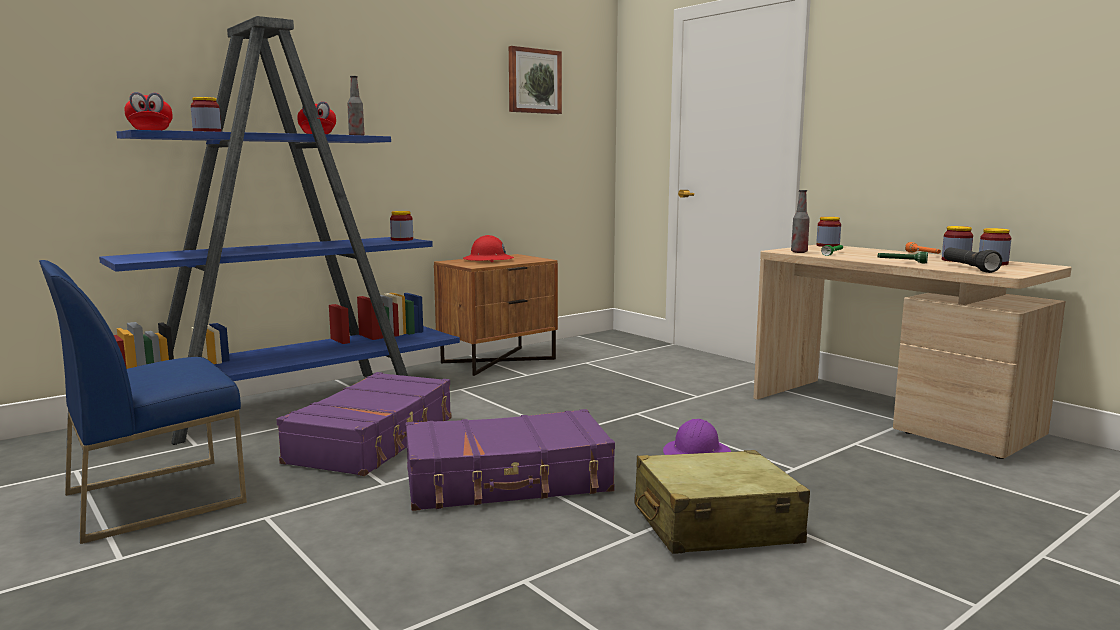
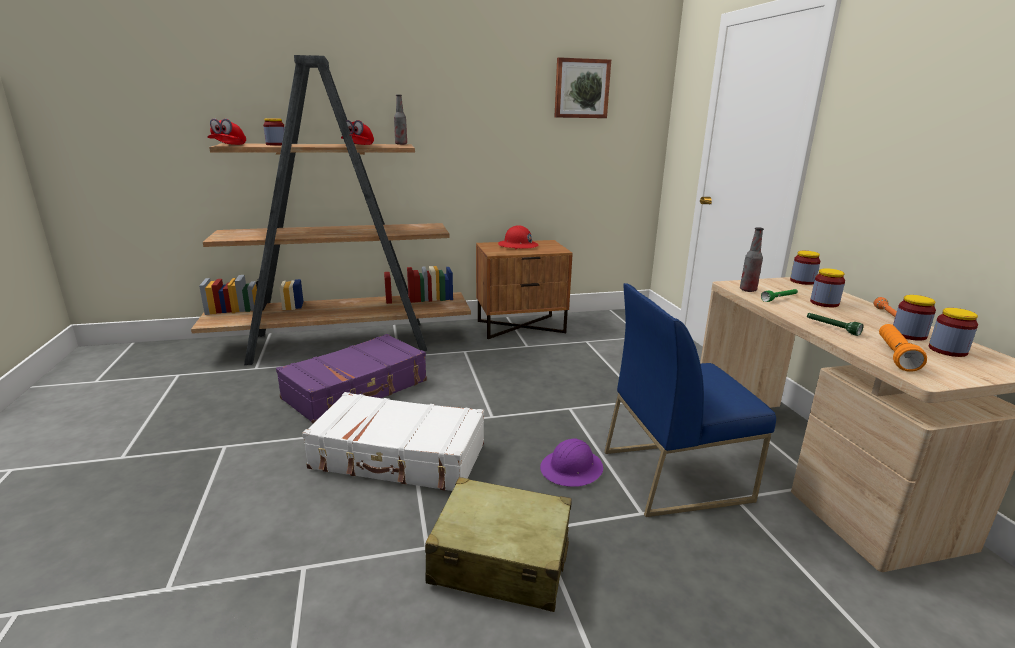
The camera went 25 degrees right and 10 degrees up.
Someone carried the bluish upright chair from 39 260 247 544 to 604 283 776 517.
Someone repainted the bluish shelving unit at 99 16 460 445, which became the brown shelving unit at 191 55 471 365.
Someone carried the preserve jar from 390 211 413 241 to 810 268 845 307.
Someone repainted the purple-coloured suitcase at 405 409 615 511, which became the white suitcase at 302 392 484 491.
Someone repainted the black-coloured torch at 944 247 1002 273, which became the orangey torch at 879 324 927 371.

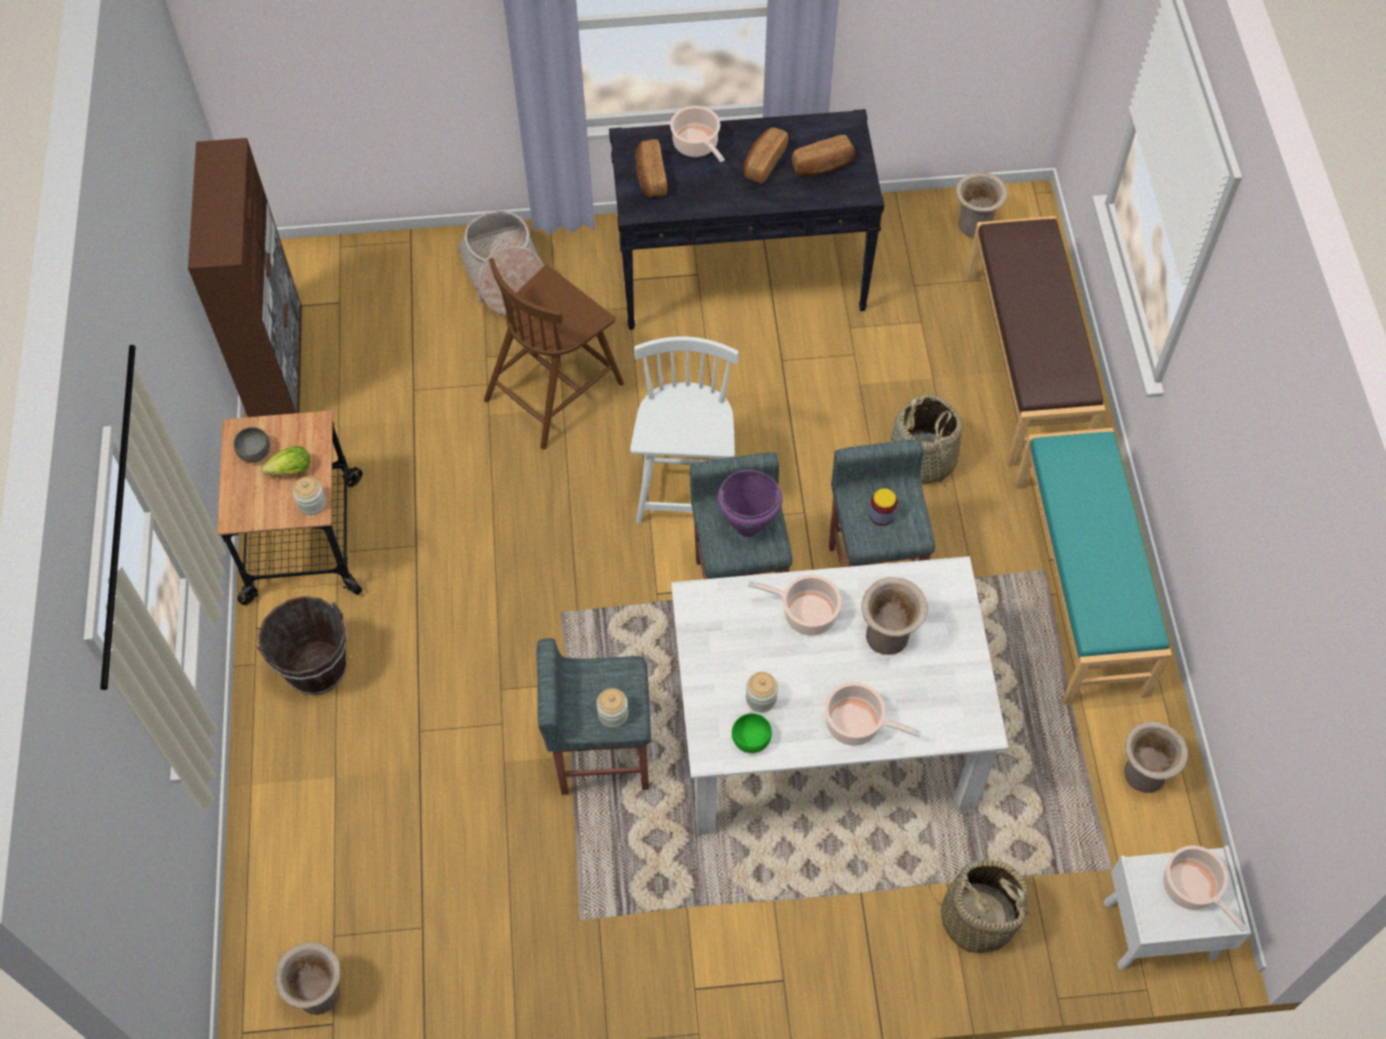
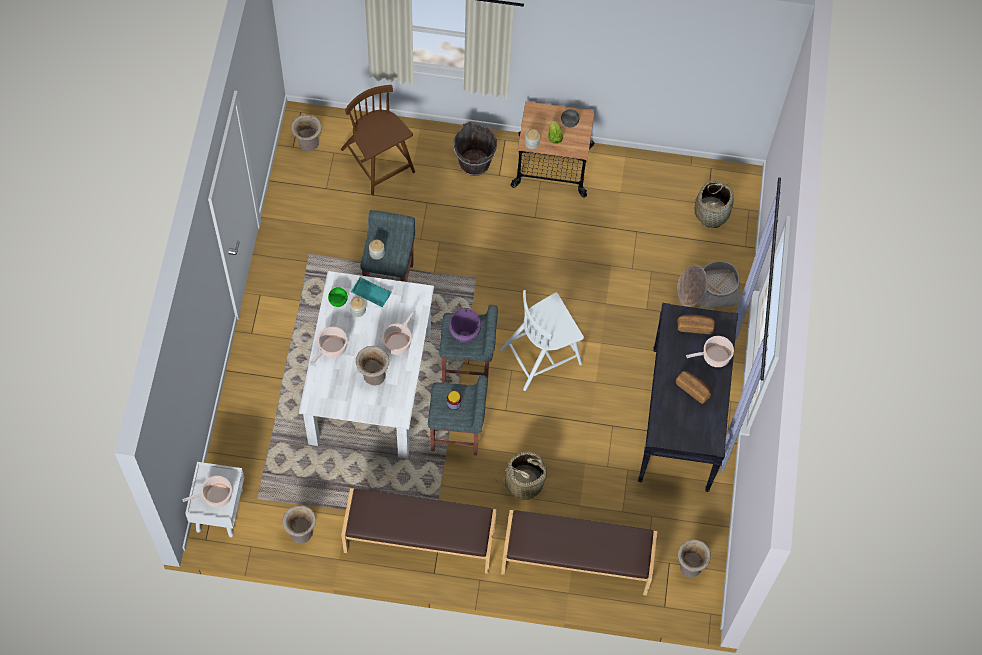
The camera went 100 degrees right and 5 degrees up.
Someone took away the brown storage cabinet at 188 138 302 417.
Someone carried the brown upright chair from 484 258 624 450 to 341 85 415 195.
Someone rotated the white upright chair at 630 336 739 524 by 135 degrees clockwise.
Someone took away the bakery bread at 792 135 855 177.
Someone carried the basket from 929 860 1030 953 to 695 181 734 228.
Someone repainted the turquoise-coloured long seat at 1015 428 1172 705, which became the brown long seat at 341 488 497 574.
Someone put down the turquoise-coloured carrying tray at 351 277 391 307.

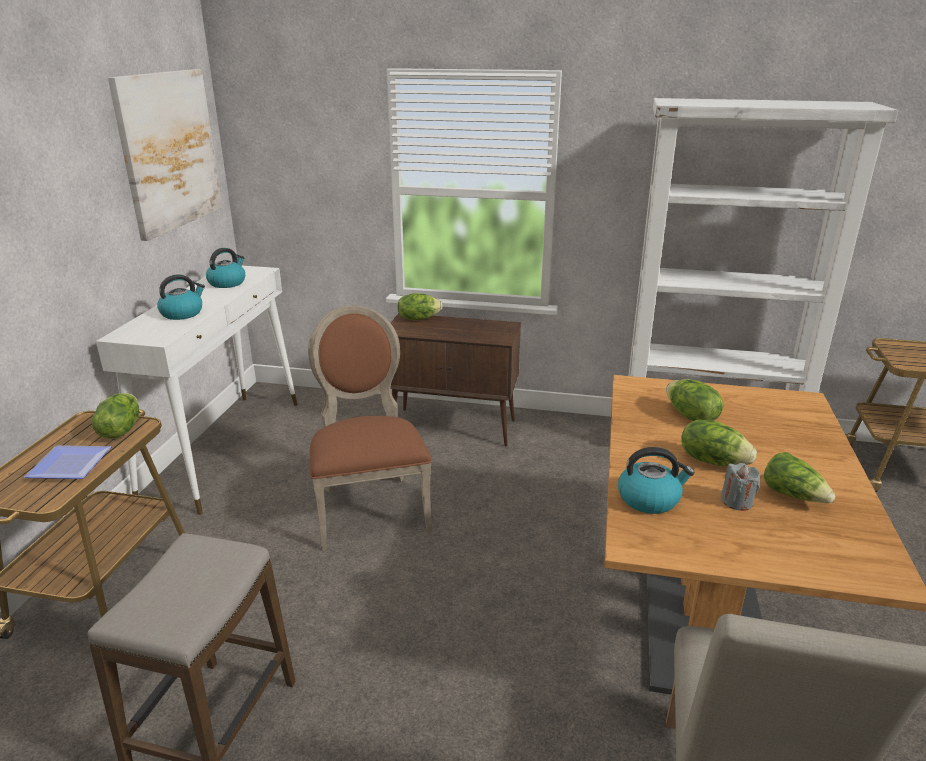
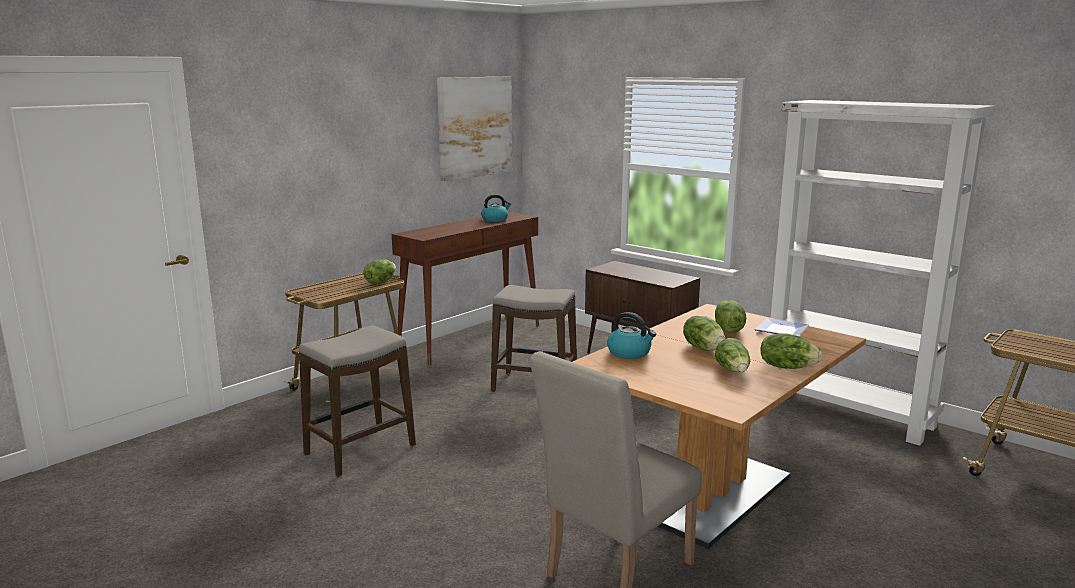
The camera went 30 degrees right and 10 degrees down.
Someone carried the plate from 24 445 111 479 to 754 318 809 336.
Someone repainted the white narrow table at 96 266 298 515, which became the brown narrow table at 392 212 539 366.
Someone took away the water kettle at 157 274 205 320.
Someone swapped the brown upright chair at 308 305 433 551 for the stool at 491 285 577 392.
Someone carried the lettuce from 398 293 443 320 to 760 333 822 369.
Someone took away the gray wax candle at 721 463 760 511.

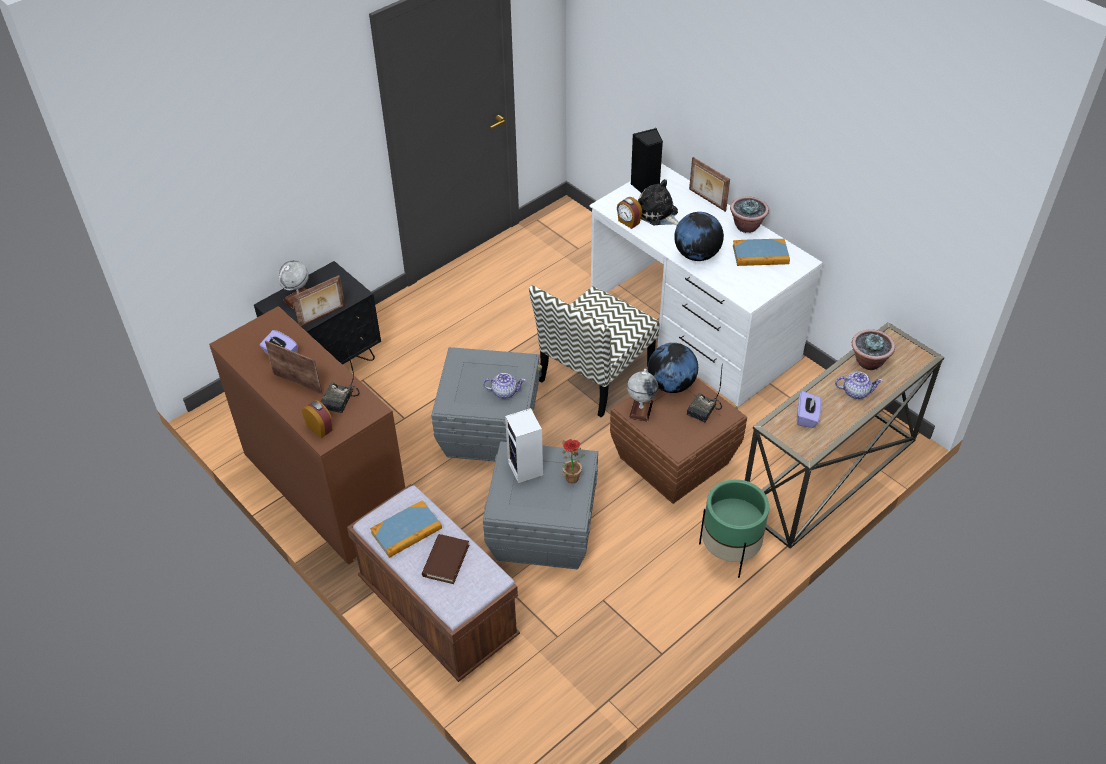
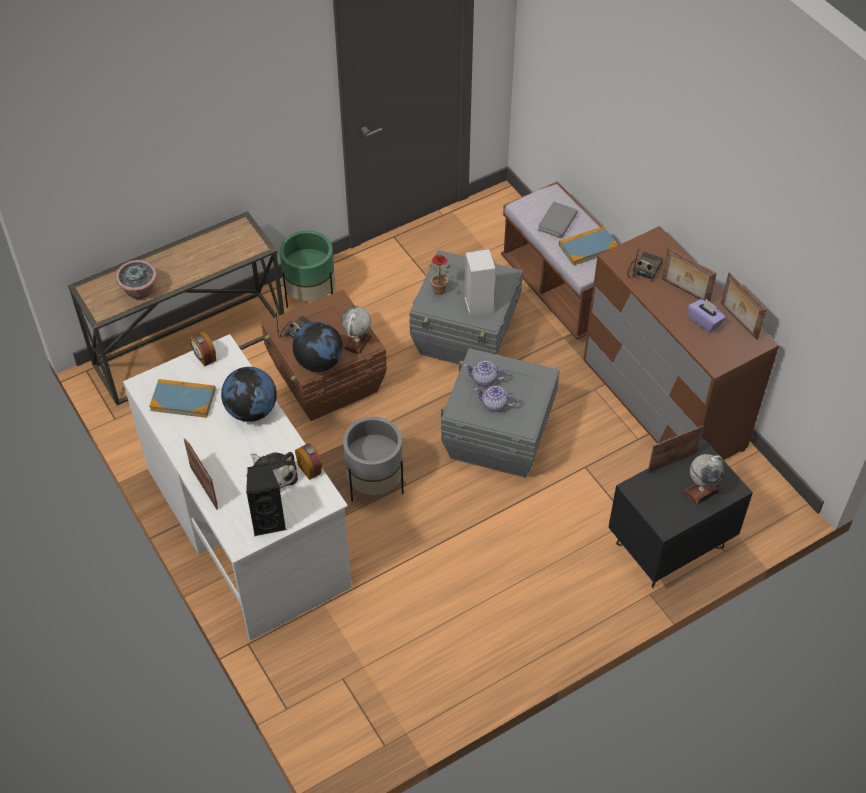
The camera went 170 degrees left and 5 degrees up.
Someone carried the bedside clock from 302 400 333 438 to 190 331 216 366.
Someone repainted the brown book at 422 534 469 584, which became the gray book at 538 202 578 238.
Someone swapped the upright chair at 529 285 659 418 for the gray flower pot at 343 417 403 502.
Someone took away the plant in a pot at 730 196 769 233.
Someone took away the purple-coloured box of tissues at 797 391 821 428.
Someone carried the teapot from 835 372 883 399 to 475 386 517 412.
Someone put down the photo frame at 721 273 766 340.

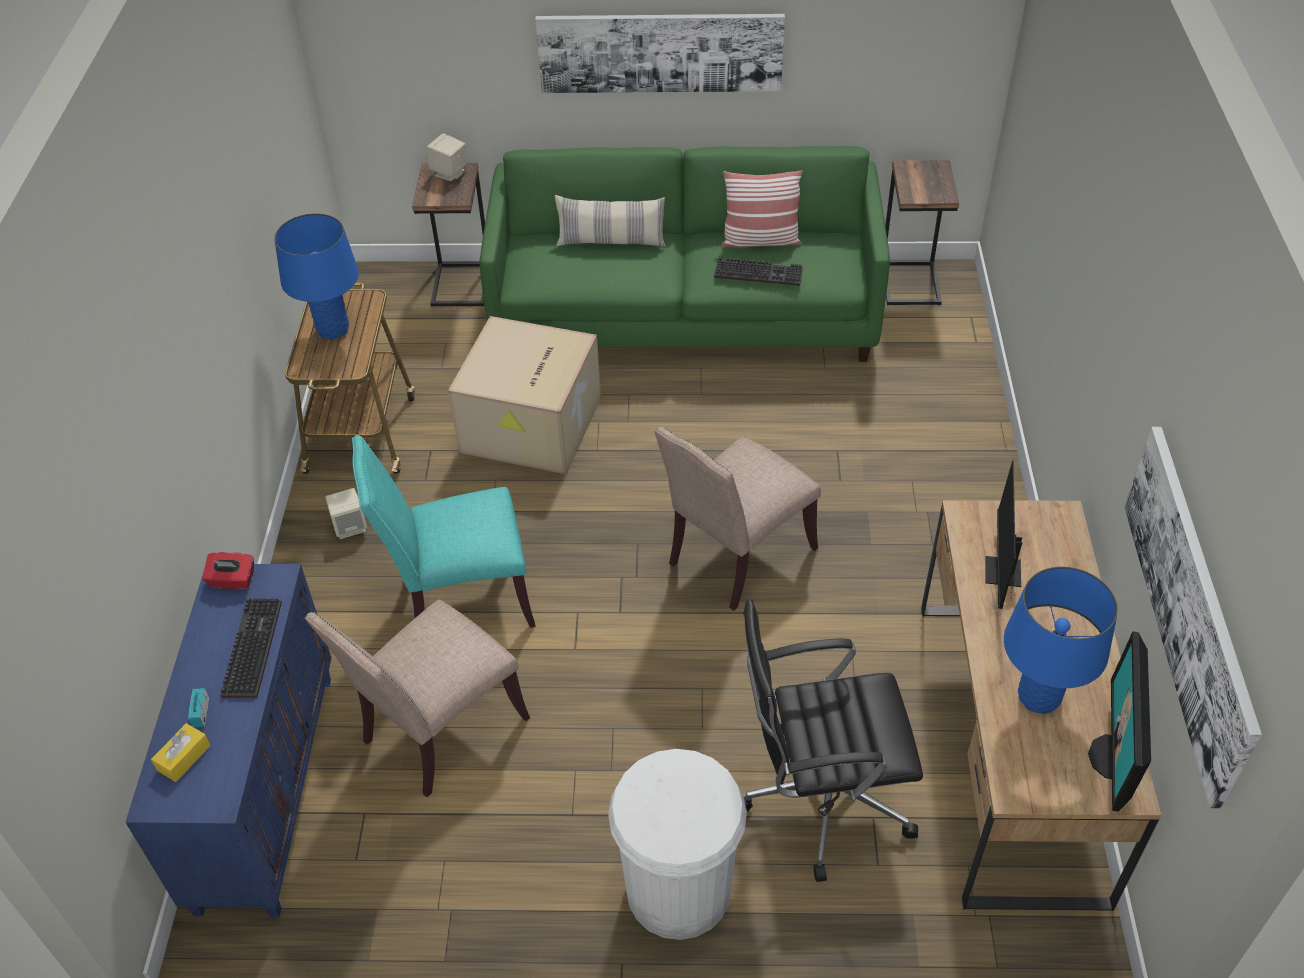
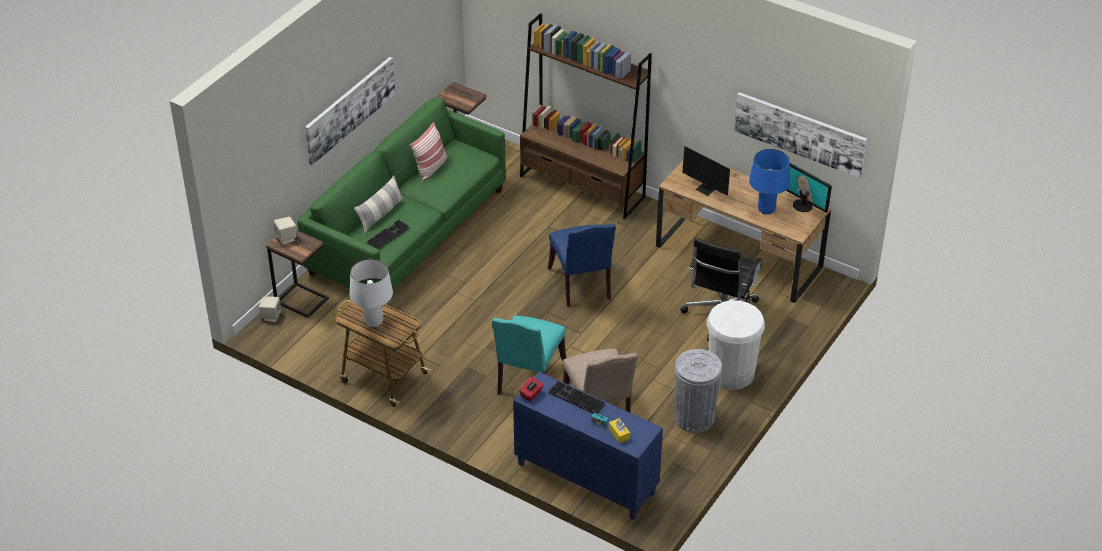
The camera went 60 degrees left and 5 degrees down.
Someone repainted the bluish table lamp at 274 213 359 339, which became the white table lamp at 350 259 393 327.
Someone carried the sand-coloured audio speaker from 325 488 367 539 to 259 296 282 322.
Someone took away the cardboard box at 448 316 601 474.
Someone repainted the sand-coloured upright chair at 655 427 821 611, which became the bluish upright chair at 548 223 616 307.
Someone carried the PC keyboard from 714 257 803 286 to 365 219 409 250.
Someone put down the brown shelving unit at 520 13 652 219.
Someone put down the gray rubbish bin at 674 349 722 433.

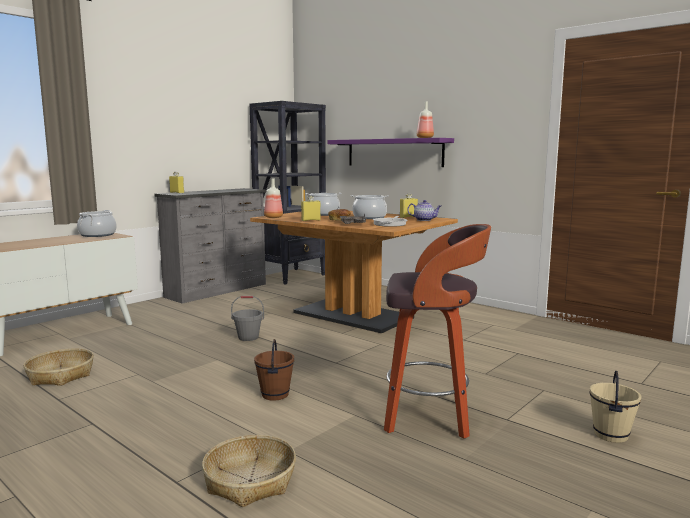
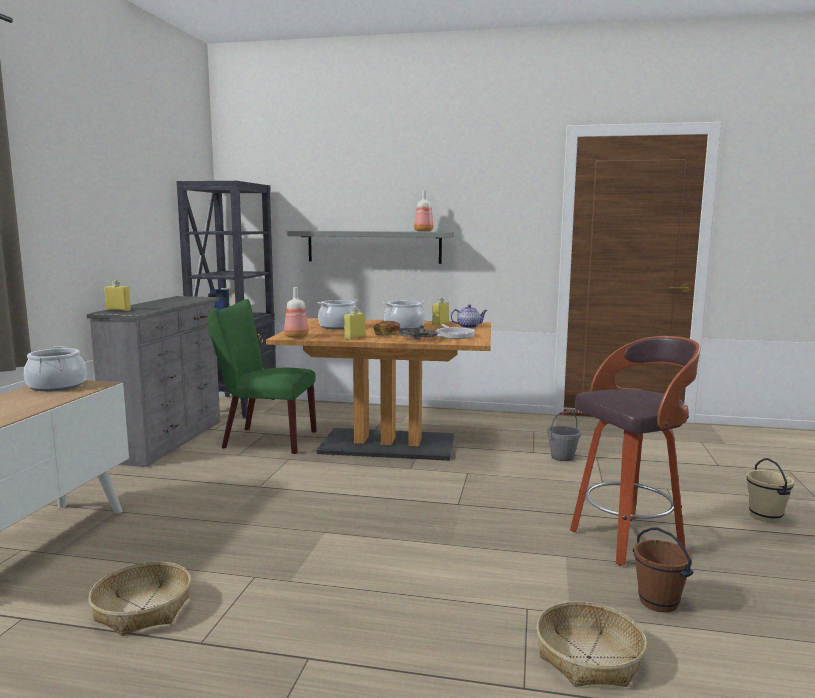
The camera went 30 degrees left and 0 degrees up.
Someone carried the gray pail from 231 296 264 341 to 547 411 581 461.
Someone carried the brown pail from 254 339 294 401 to 633 527 694 612.
Someone repainted the purple-coloured bracket shelf at 328 138 454 167, which became the gray bracket shelf at 287 231 454 264.
Someone put down the green upright chair at 208 299 317 454.

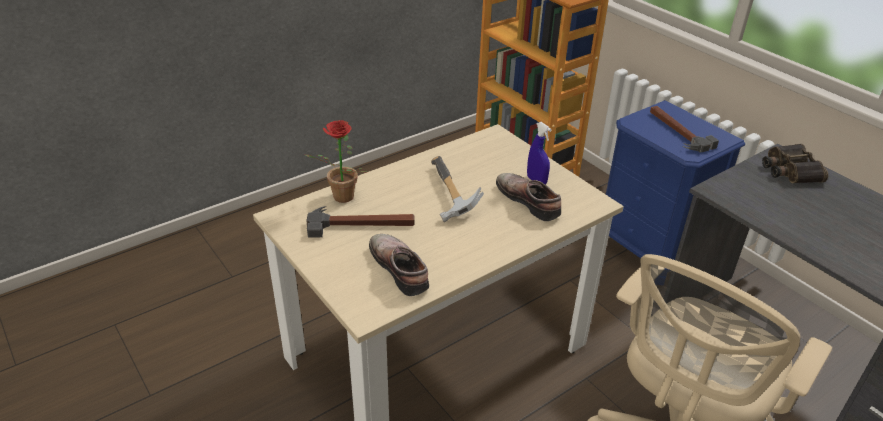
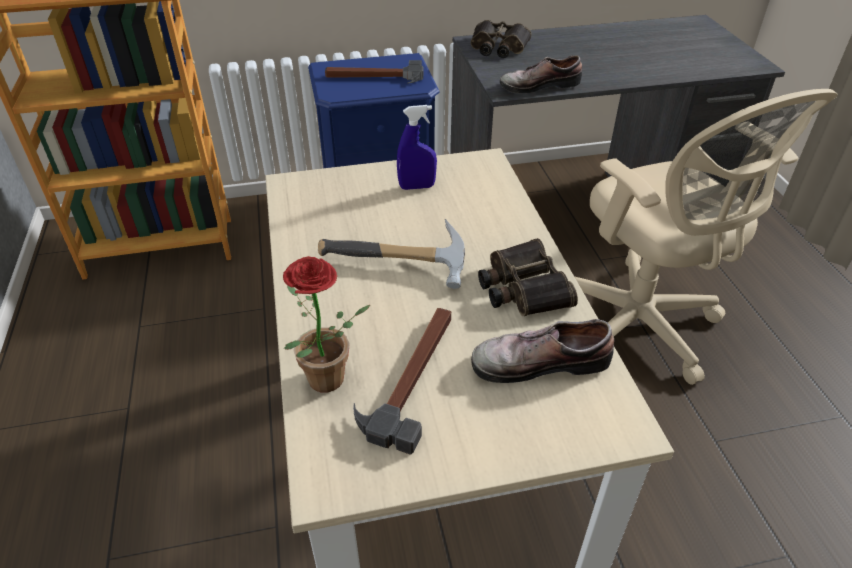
The camera went 65 degrees left and 5 degrees up.
Someone carried the item of footwear from 496 173 561 221 to 500 55 582 93.
Someone put down the field glasses at 478 238 578 316.

